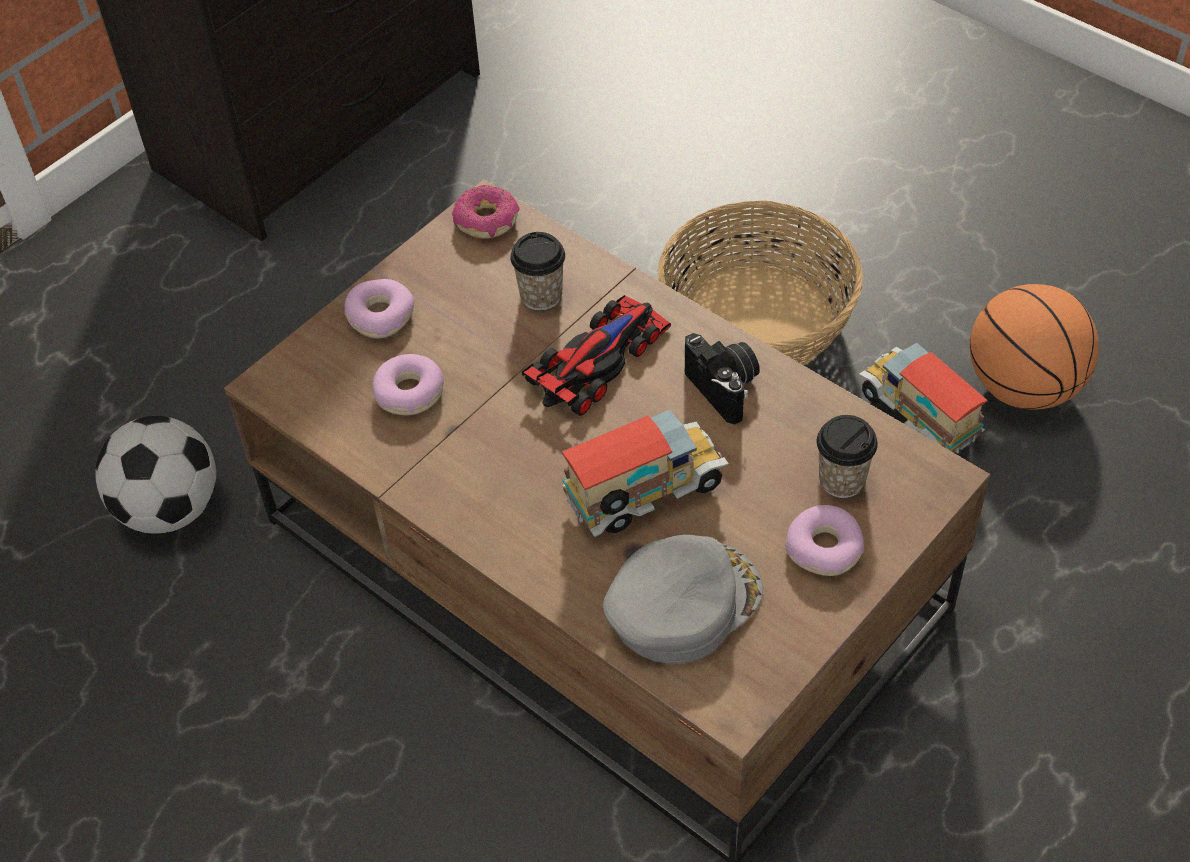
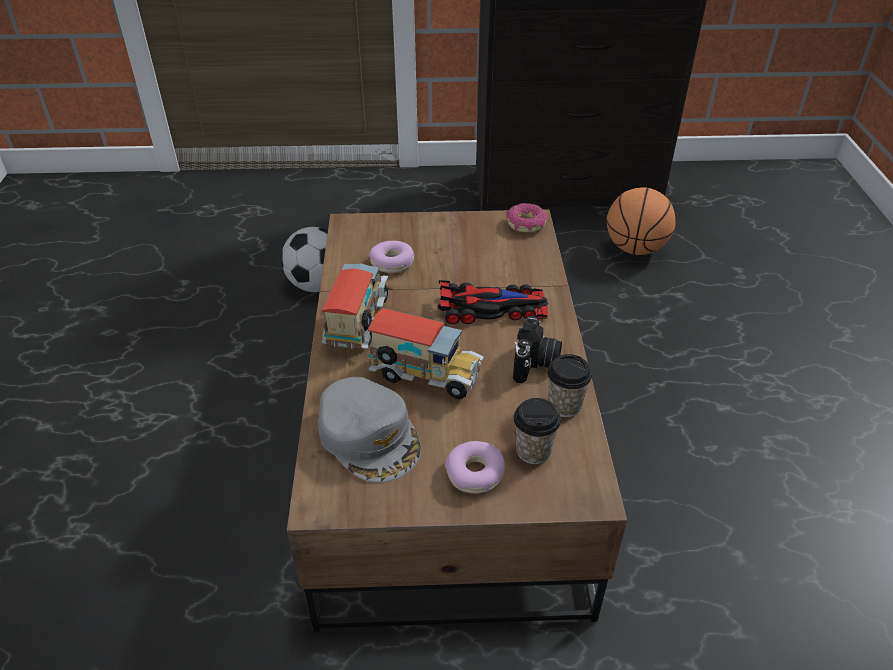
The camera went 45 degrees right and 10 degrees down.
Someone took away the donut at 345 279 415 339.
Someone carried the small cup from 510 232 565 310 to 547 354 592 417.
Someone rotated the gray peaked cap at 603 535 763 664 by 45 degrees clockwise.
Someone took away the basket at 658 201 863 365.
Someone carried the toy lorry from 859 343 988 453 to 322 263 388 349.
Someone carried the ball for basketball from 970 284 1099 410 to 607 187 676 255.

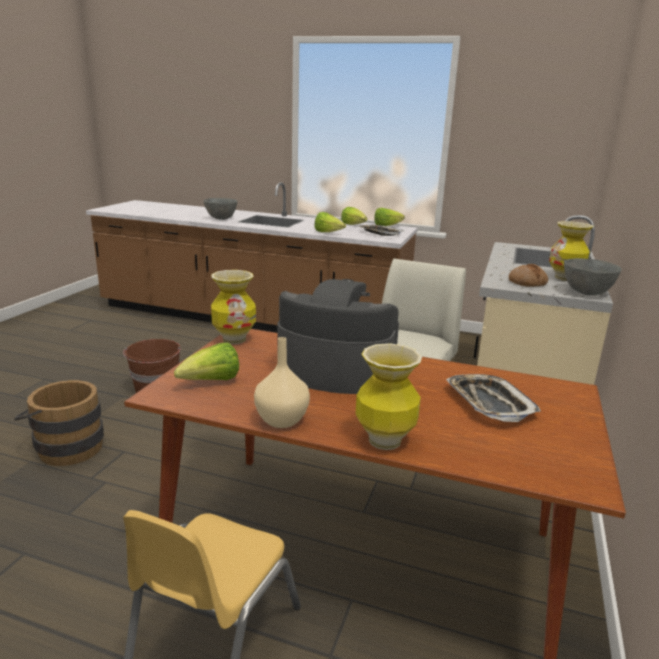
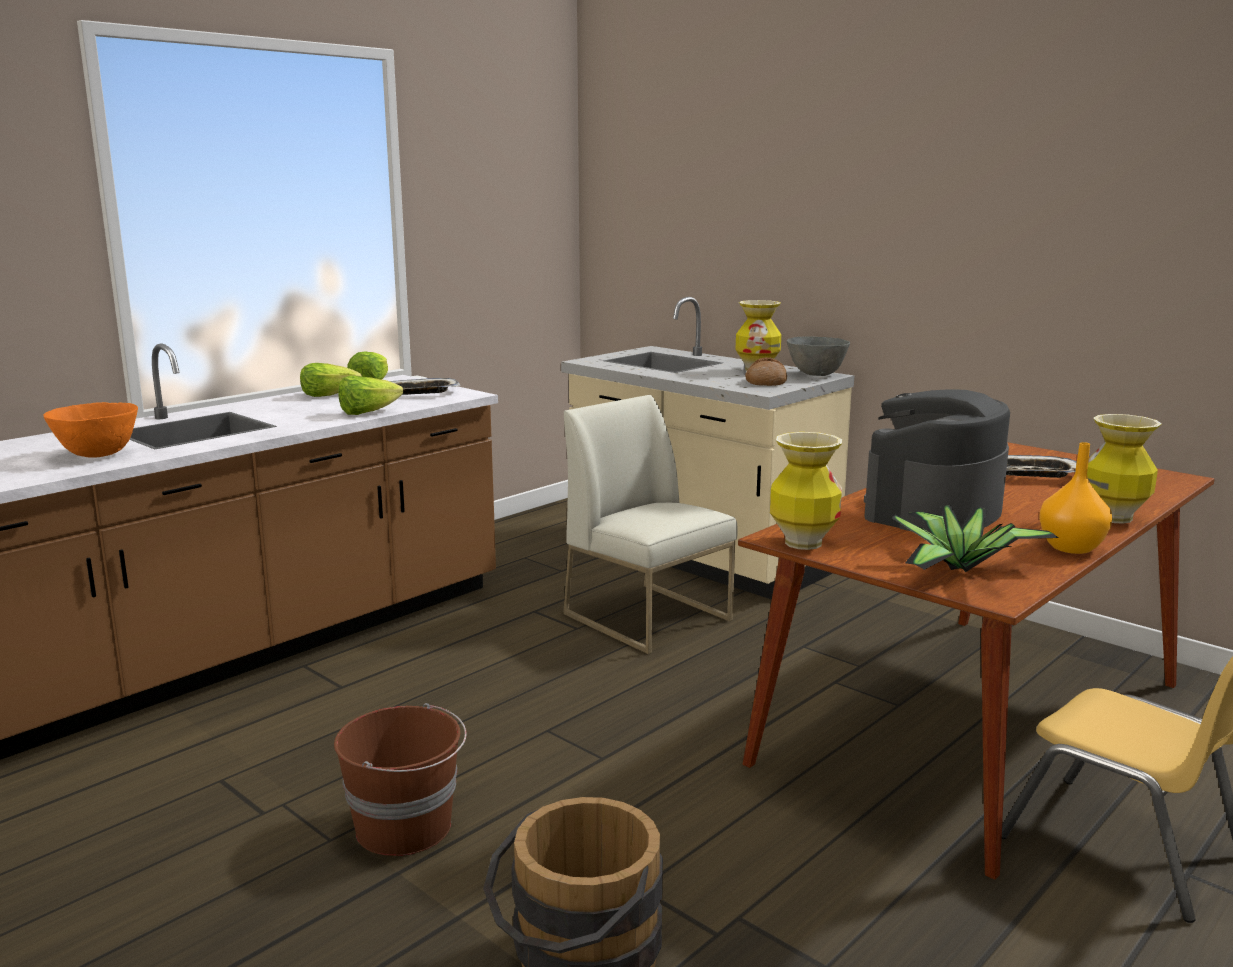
The camera went 65 degrees left and 5 degrees down.
Someone swapped the lettuce at 174 343 239 380 for the plant in a pot at 892 505 1058 572.
Someone repainted the gray bowl at 203 198 238 220, which became the orangey bowl at 44 402 138 458.
Someone repainted the sand-coloured decorative vase at 254 337 310 428, which became the orangey decorative vase at 1039 442 1112 554.

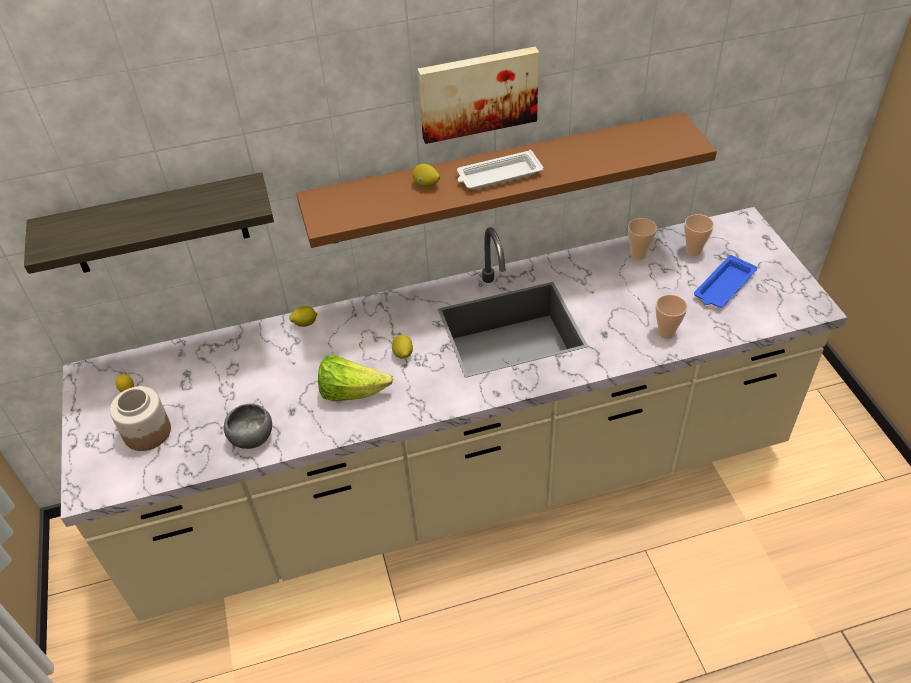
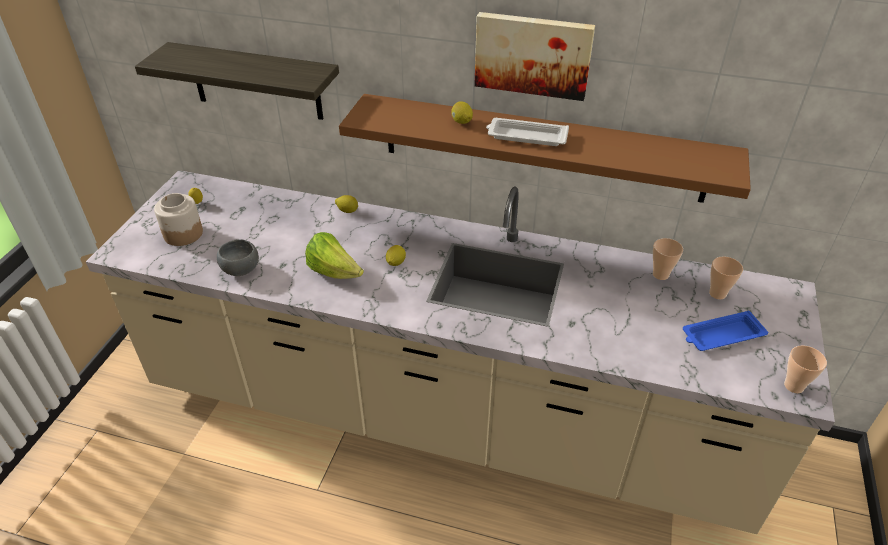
The camera went 30 degrees right and 5 degrees down.
Someone carried the small cup from 656 295 688 339 to 784 345 827 393.

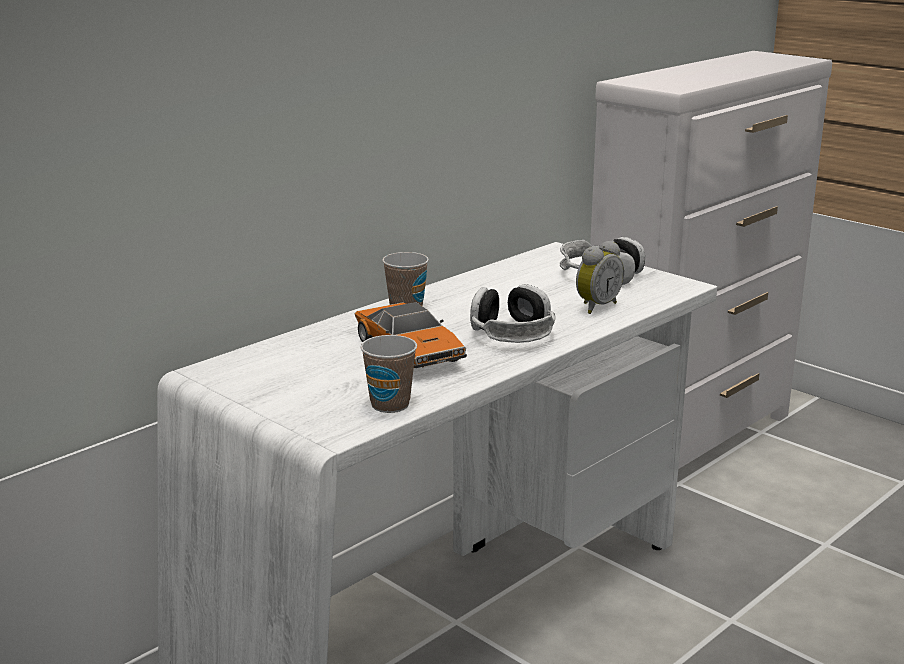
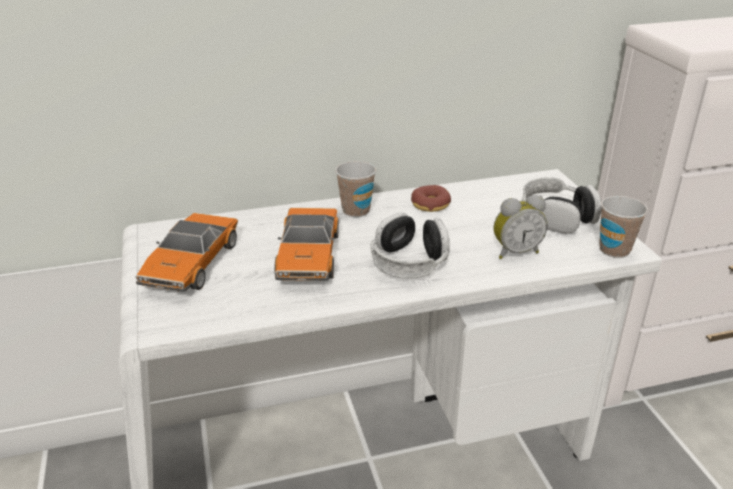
The camera went 30 degrees right and 10 degrees up.
Someone carried the small cup from 360 335 417 413 to 599 196 648 258.
Someone put down the miniature car at 135 213 238 292.
Someone put down the donut at 411 185 451 212.

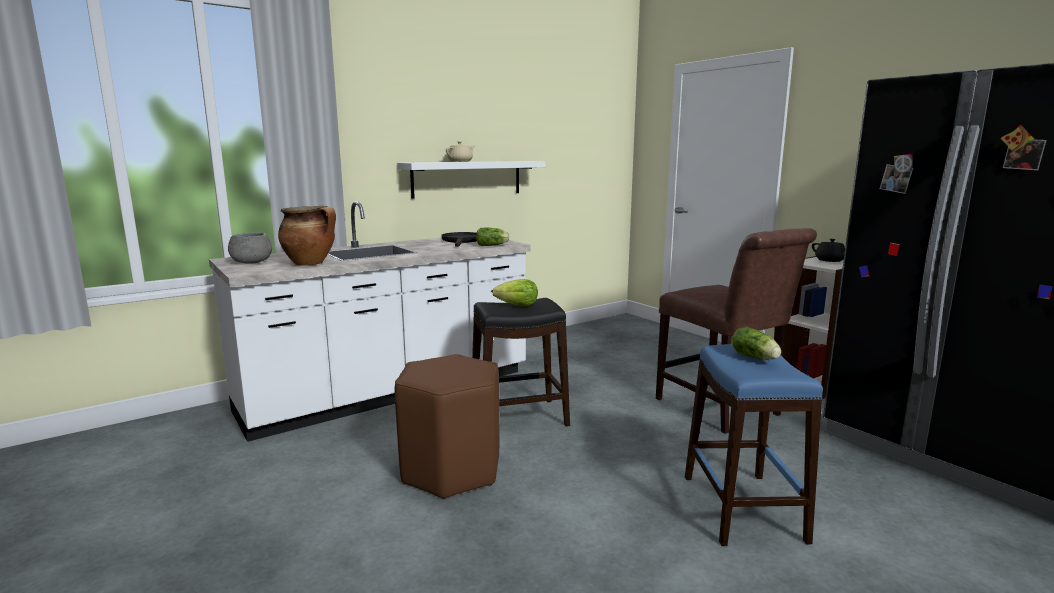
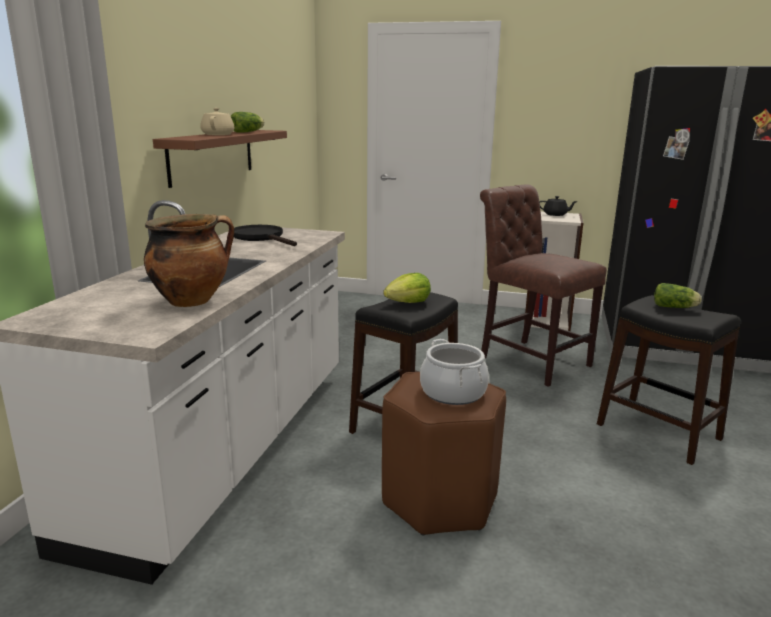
The camera went 40 degrees left and 5 degrees up.
Someone took away the gray bowl at 228 233 272 264.
Someone repainted the white bracket shelf at 397 161 545 199, which became the brown bracket shelf at 153 130 287 188.
Someone carried the lettuce from 476 228 510 246 to 231 112 265 133.
Someone rotated the brown upright chair at 656 228 817 434 by 150 degrees counterclockwise.
Someone repainted the bluish stool at 685 344 823 546, which became the black-coloured stool at 597 295 741 465.
Someone put down the cooking pot at 420 339 489 405.

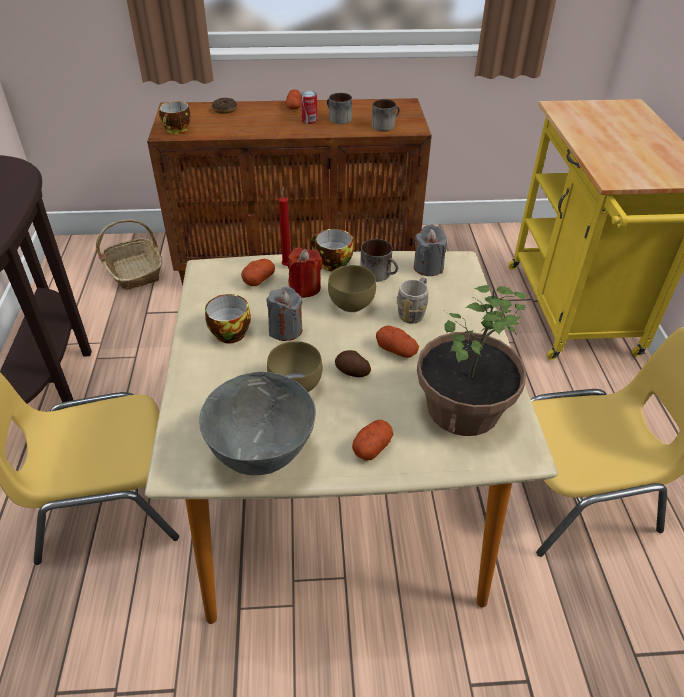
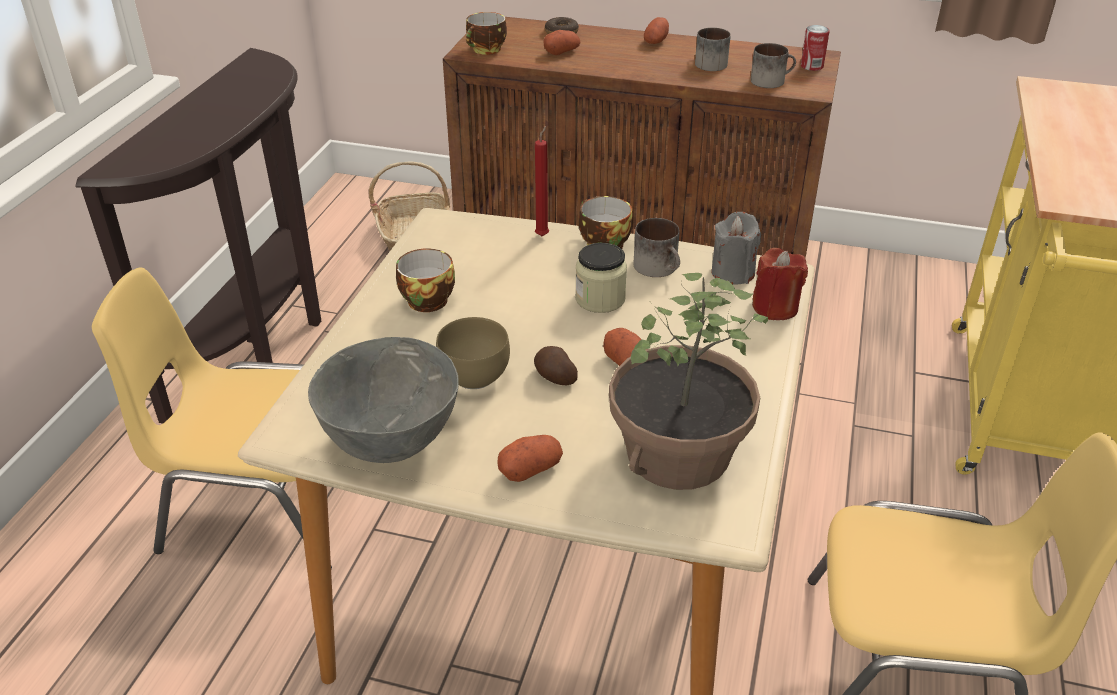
The camera went 20 degrees right and 5 degrees down.
Someone carried the potato from 241 259 275 286 to 544 30 581 55.
Someone took away the gray wax candle at 266 286 303 341.
Someone carried the red wax candle from 288 247 322 298 to 752 248 808 320.
Someone carried the can from 301 91 317 124 to 801 25 830 71.
Someone swapped the brown bowl at 328 265 376 312 for the preserve jar at 575 243 627 313.
Someone took away the gray mug at 396 277 428 324.

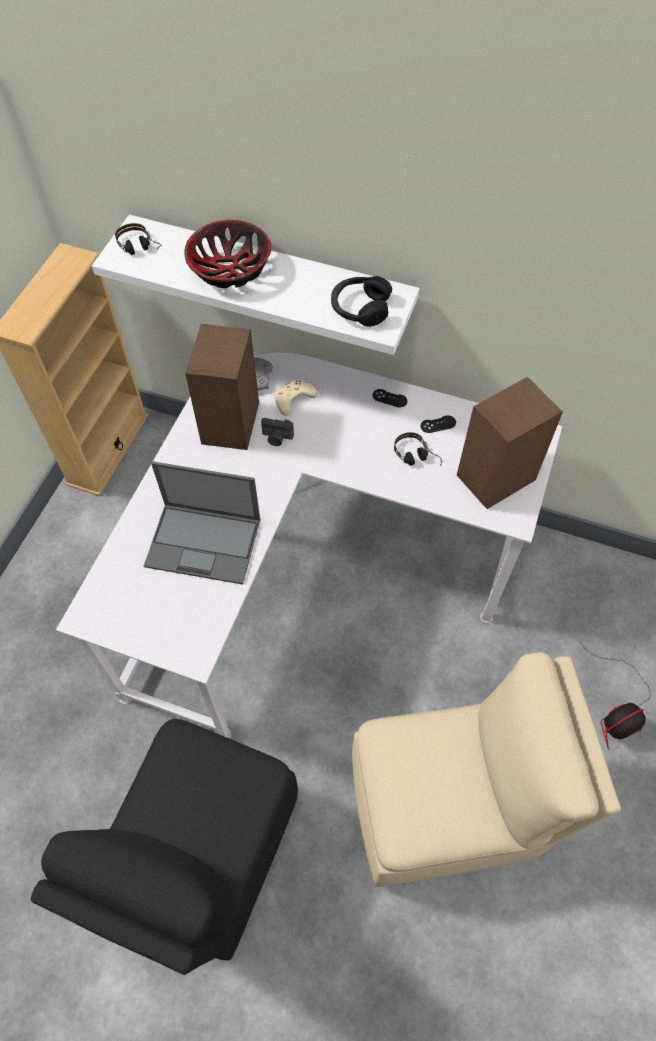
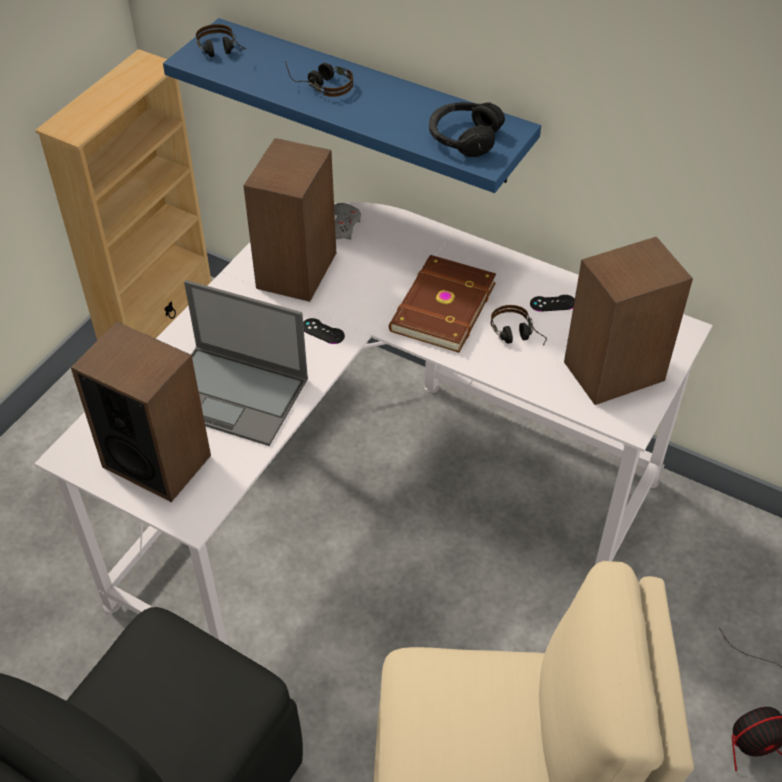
The camera went 10 degrees right and 10 degrees down.
Someone repainted the white bracket shelf at 92 215 420 355, which became the bluish bracket shelf at 163 18 541 193.
Someone swapped the bowl at 185 220 271 288 for the headset at 285 61 353 97.
Someone took away the photo camera at 261 418 294 446.
Someone took away the sand-coloured game controller at 274 379 318 416.
Someone carried the black-coloured game controller from 373 389 407 407 to 303 318 345 344.
Someone put down the audio speaker at 71 322 211 502.
Someone put down the brown book at 389 255 496 353.

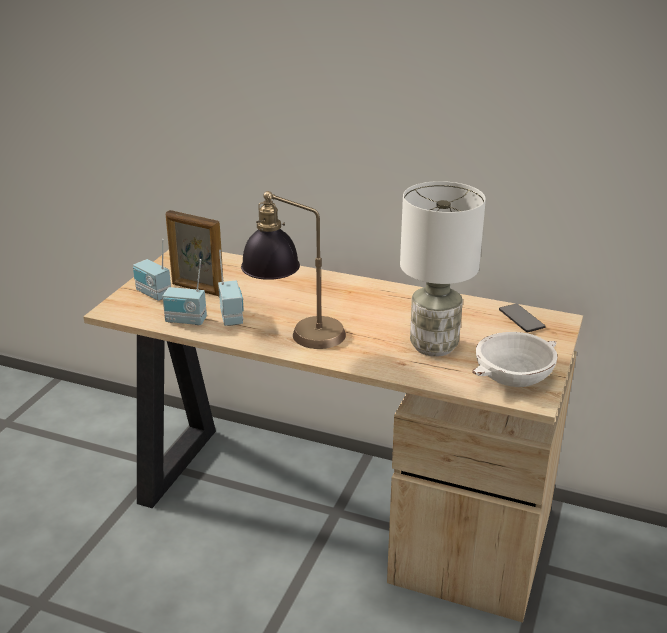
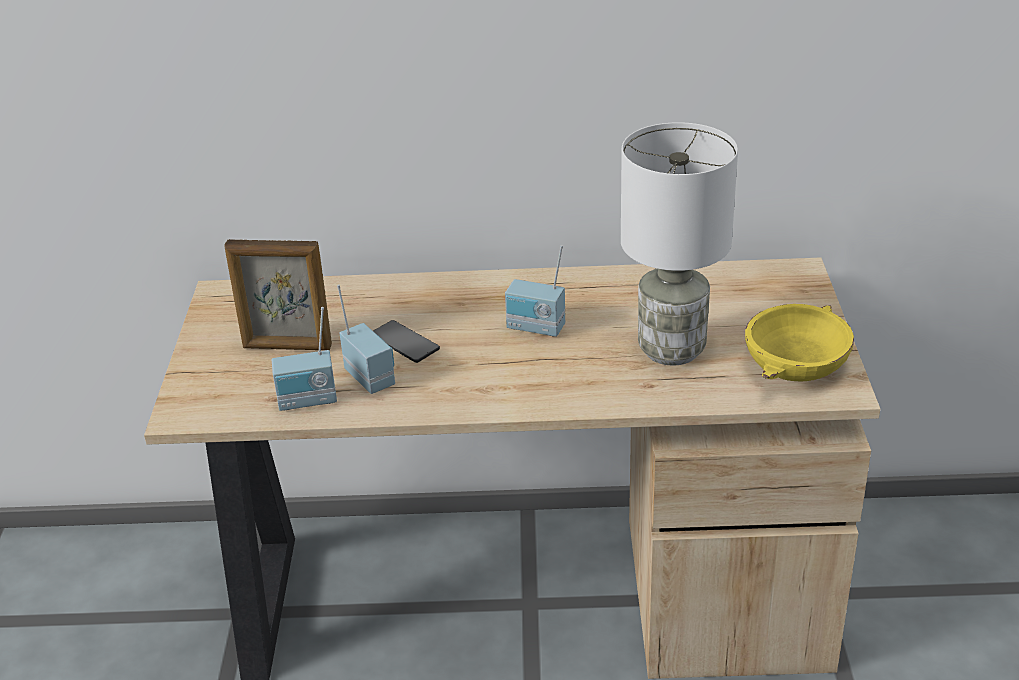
The camera went 20 degrees left and 5 degrees up.
Someone carried the radio from 133 239 171 301 to 505 245 565 337.
Someone took away the table lamp at 241 191 346 349.
Someone repainted the white bowl at 472 332 558 387, which became the yellowish bowl at 745 304 854 381.
Someone carried the phone from 499 304 546 332 to 373 320 440 363.

